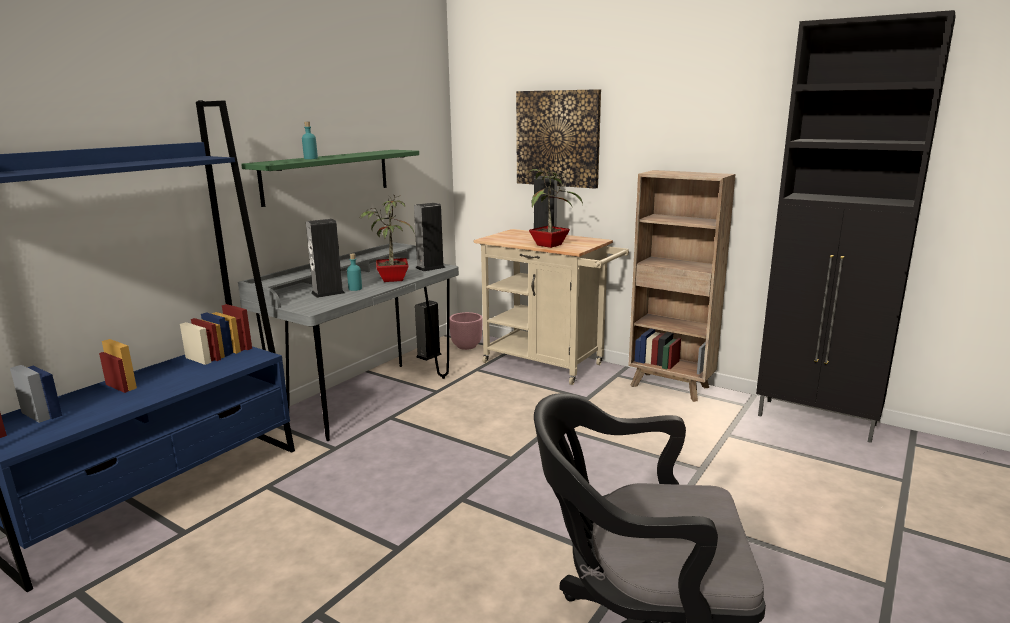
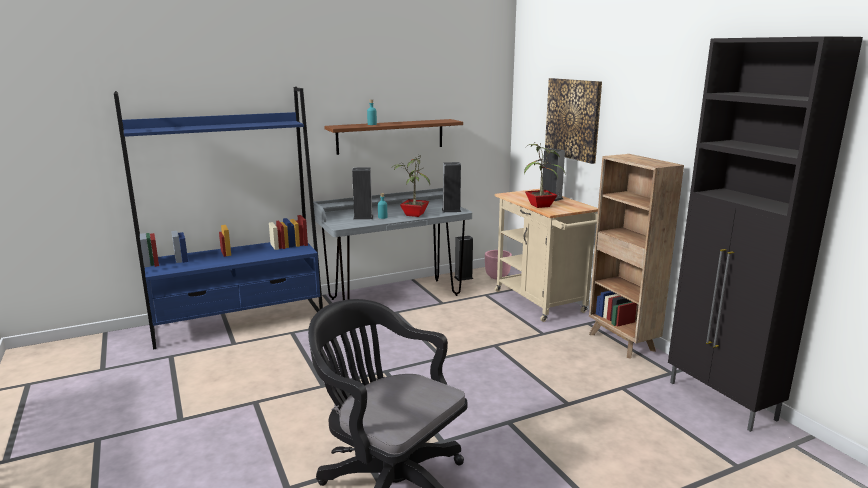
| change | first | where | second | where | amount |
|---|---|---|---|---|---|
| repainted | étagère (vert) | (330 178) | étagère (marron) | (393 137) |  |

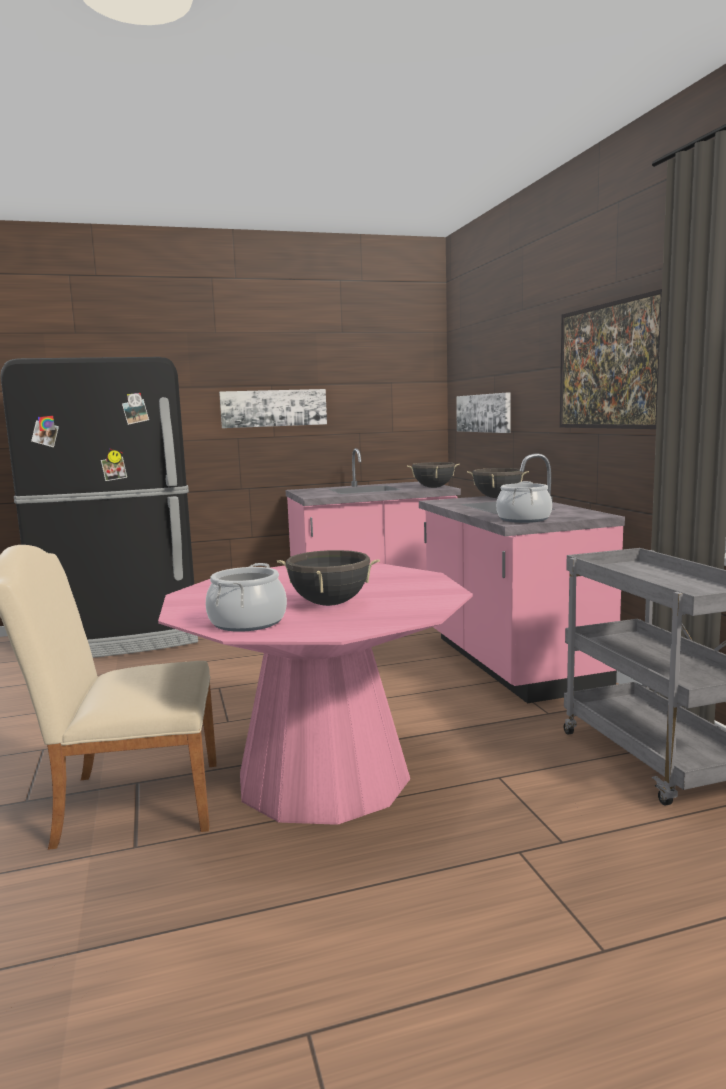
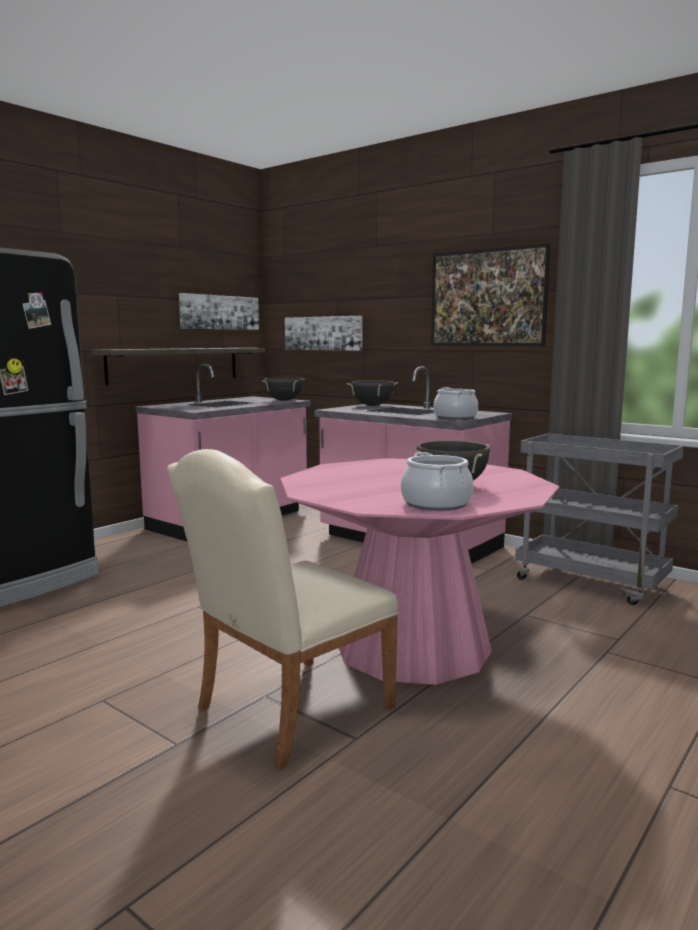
| change | first | where | second | where | amount |
|---|---|---|---|---|---|
| new |  |  | étagère | (178 366) |  |
| shifted | tableau | (273 408) |  | (219 311) |  |

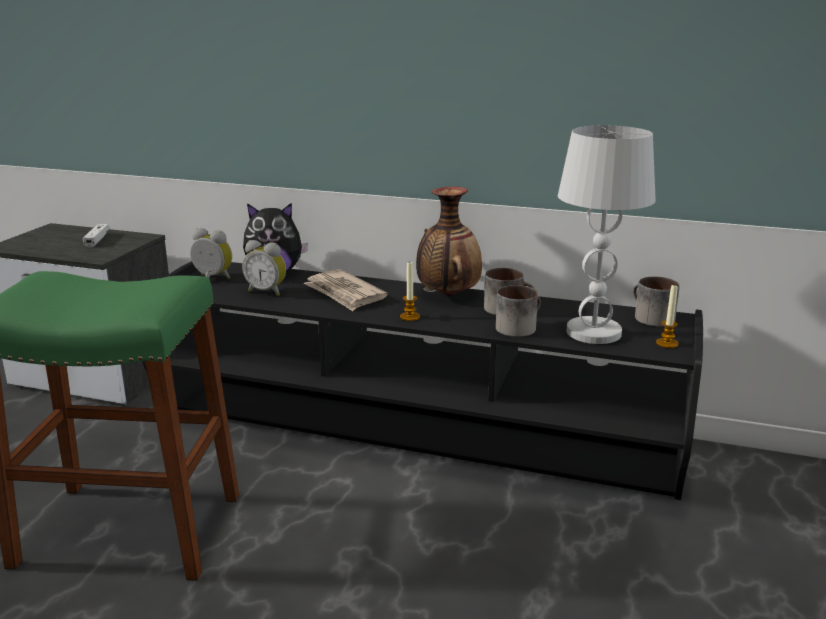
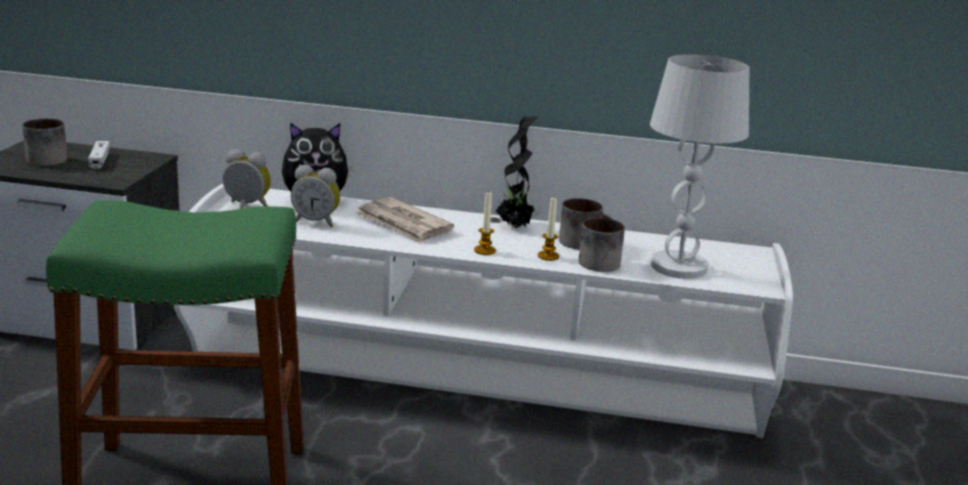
| change | first | where | second | where | amount |
|---|---|---|---|---|---|
| shifted | mug | (656 301) |  | (44 142) |  |
| repainted | meuble télé (noir) | (422 380) | meuble télé (blanc) | (483 311) |  |
| swapped | vase | (449 241) | plante en pot | (516 172) |  |
| shifted | bougie | (667 316) |  | (548 229) |  |

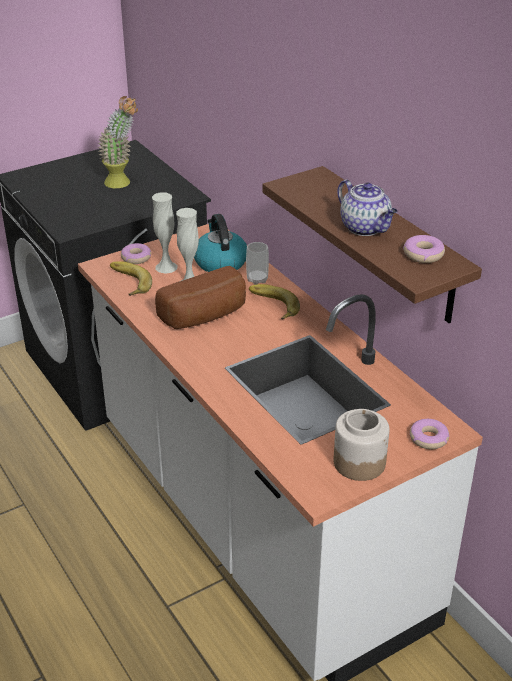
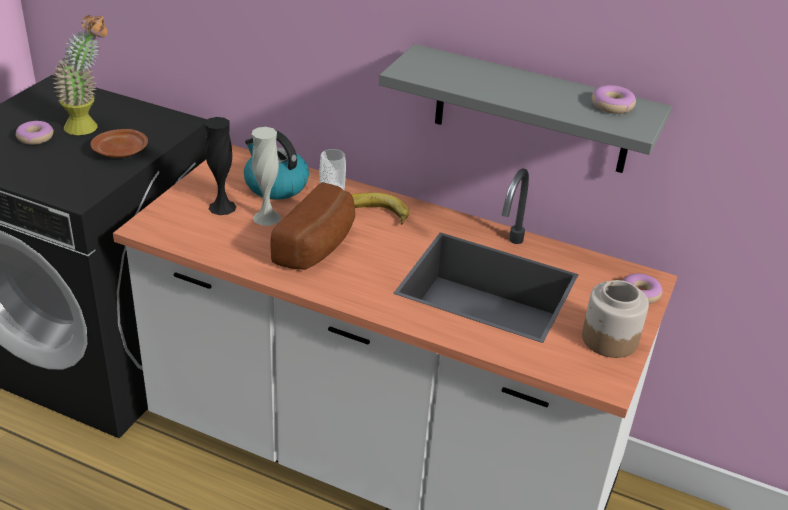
| change | first | where | second | where | amount |
|---|---|---|---|---|---|
| shifted | beignet | (136 253) |  | (35 133) |  |
| new |  |  | assiette (marron) | (119 143) |  |
| repainted | vase (blanc) | (165 233) | vase (noir) | (221 166) |  |
| repainted | étagère (marron) | (372 244) | étagère (gris) | (525 108) |  |
| gone | banane | (131 278) |  |  |  |
| gone | théière | (367 207) |  |  |  |

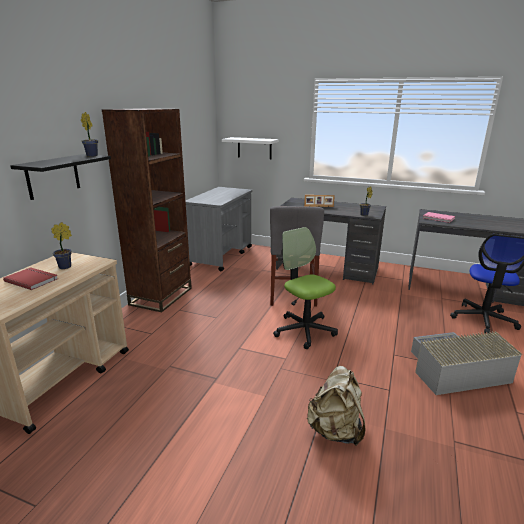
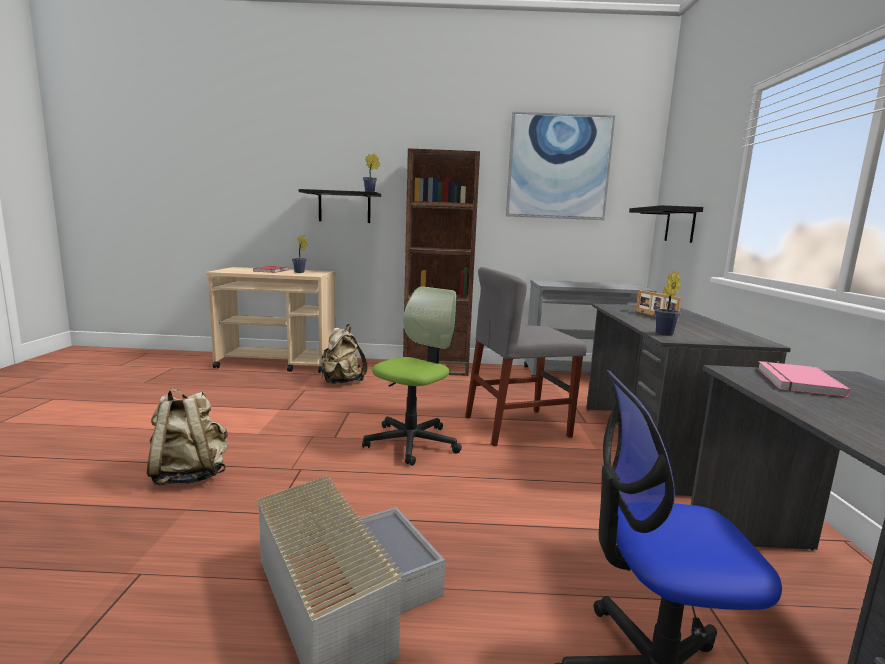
| change | first | where | second | where | amount |
|---|---|---|---|---|---|
| new |  |  | sac à dos (beige) | (344 354) |  |
| new |  |  | tableau | (560 166) |  |
| repainted | étagère (blanc) | (250 148) | étagère (noir) | (666 224) |  |

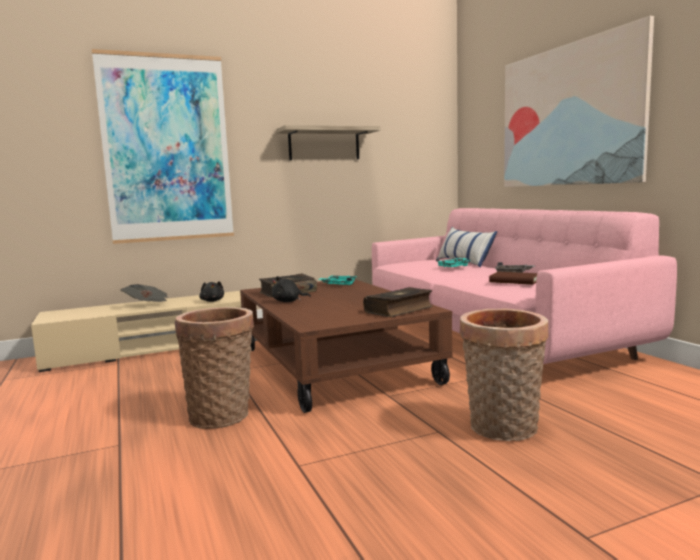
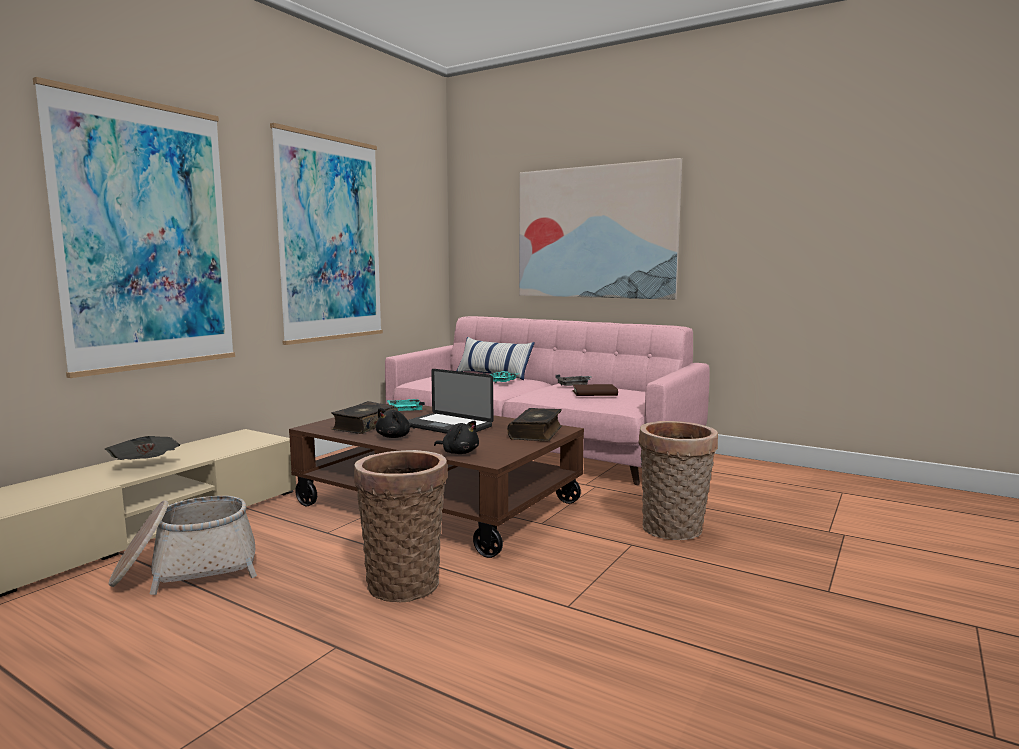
| change | first | where | second | where | amount |
|---|---|---|---|---|---|
| new |  |  | panier | (183 545) |  |
| swapped | étagère | (328 142) | tableau | (326 234) |  |
| new |  |  | ordinateur portable | (450 401) |  |
| shifted | peluche (noir) | (211 291) |  | (456 437) |  |

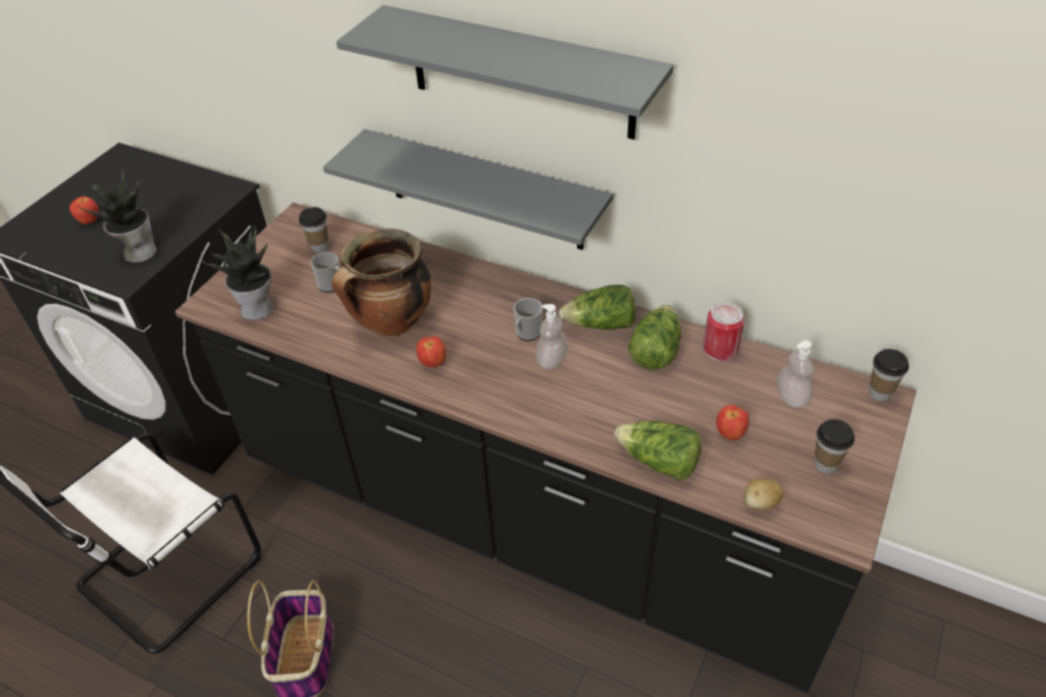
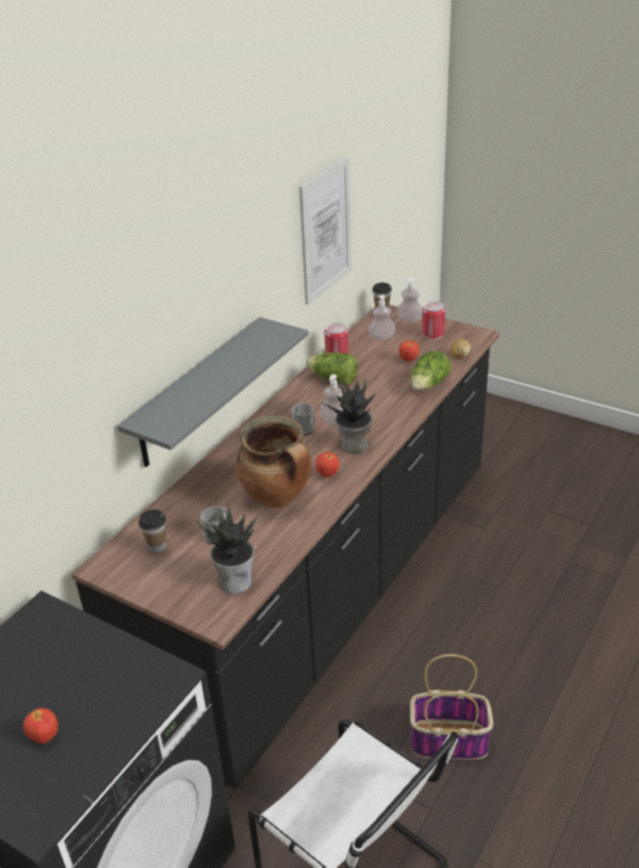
| change | first | where | second | where | amount |
|---|---|---|---|---|---|
| new |  |  | tableau | (325 231) |  |
| shifted | plante en pot | (117 216) |  | (348 415) |  |
| new |  |  | distributeur de savon | (409 300) |  |
| swapped | tasse | (834 446) | boîte métallique | (433 320) |  |
| gone | étagère (gris) | (505 72) |  |  |  |
| gone | laitue | (597 307) |  |  |  |

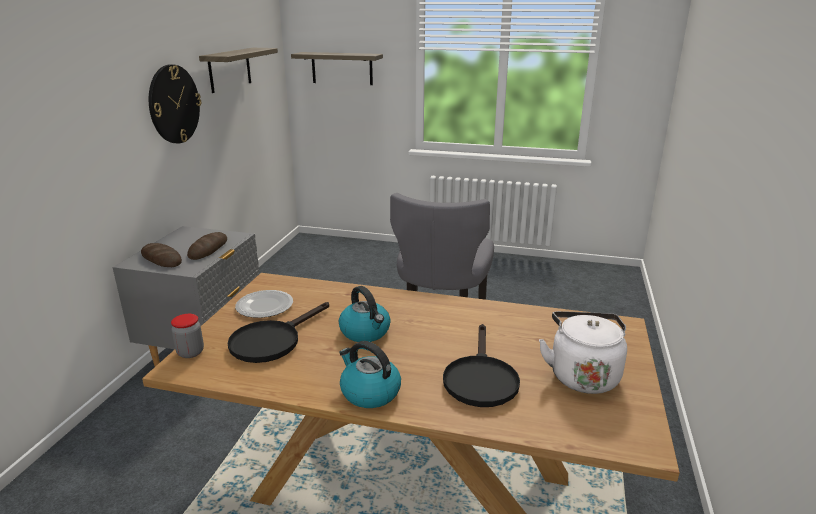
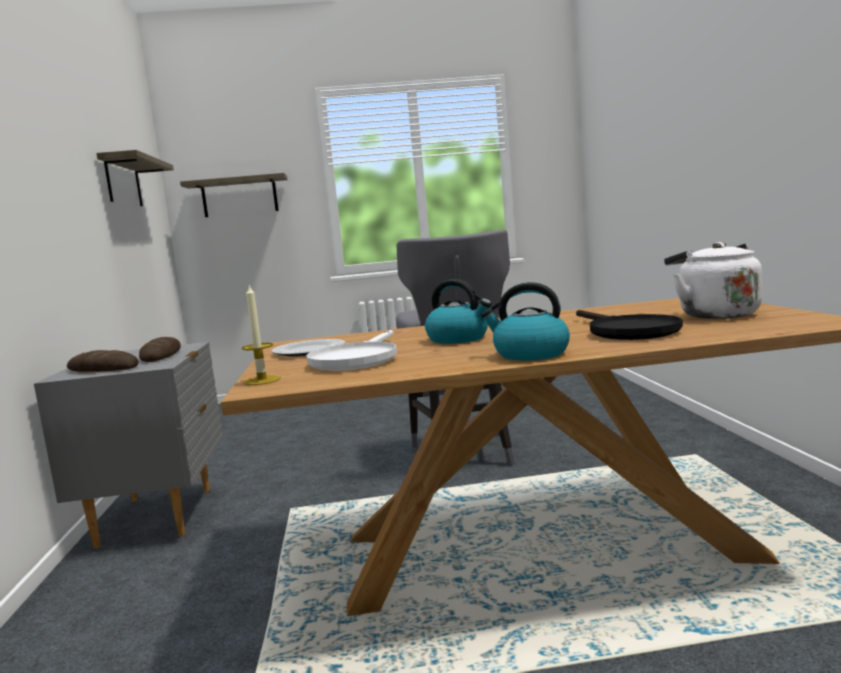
| change | first | where | second | where | amount |
|---|---|---|---|---|---|
| swapped | bocal | (187 336) | bougie | (261 335) |  |
| repainted | poêle (noir) | (278 332) | poêle (blanc) | (352 350) |  |
| gone | horloge murale | (175 103) |  |  |  |

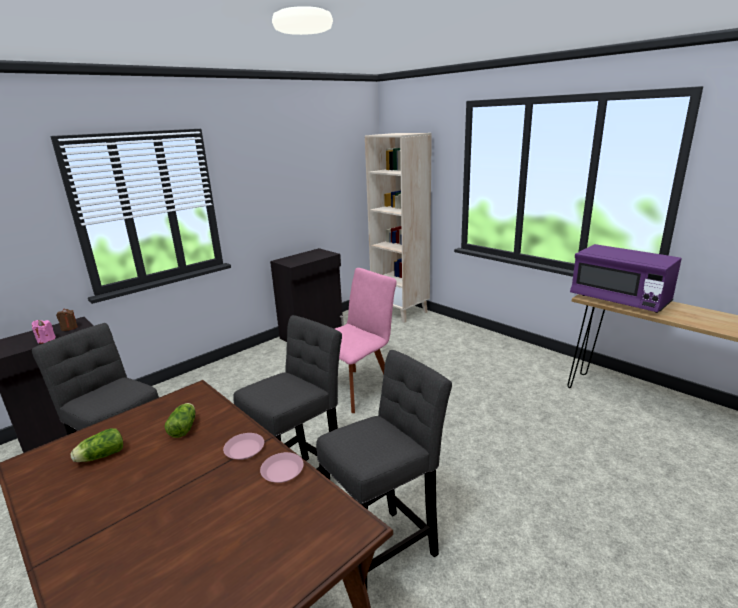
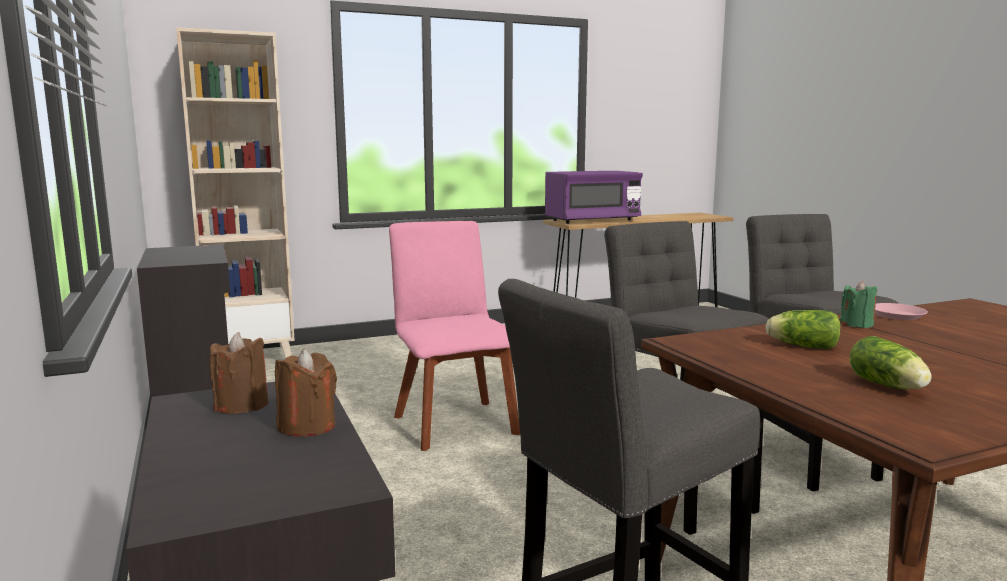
| change | first | where | second | where | amount |
|---|---|---|---|---|---|
| repainted | bougie (rose) | (44 332) | bougie (marron) | (306 393) |  |
| swapped | assiette (rose) | (243 446) | bougie (vert) | (858 304) |  |

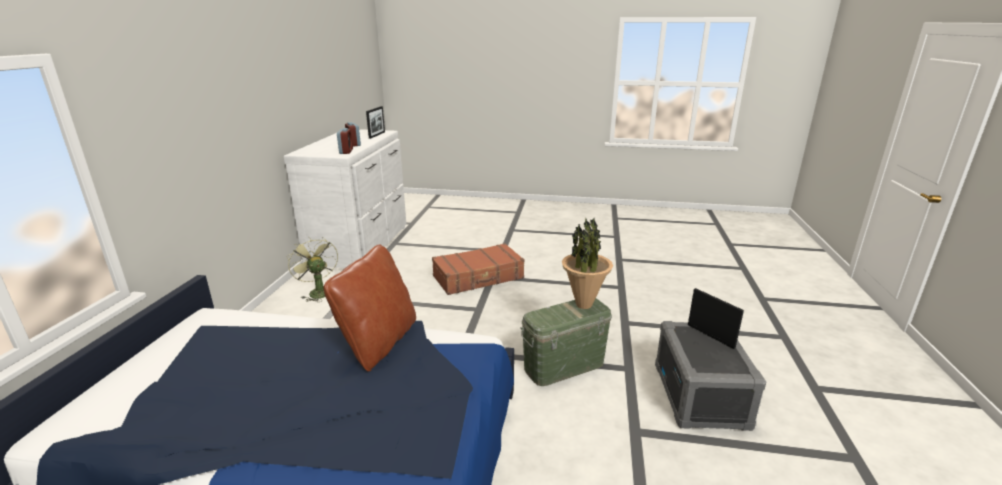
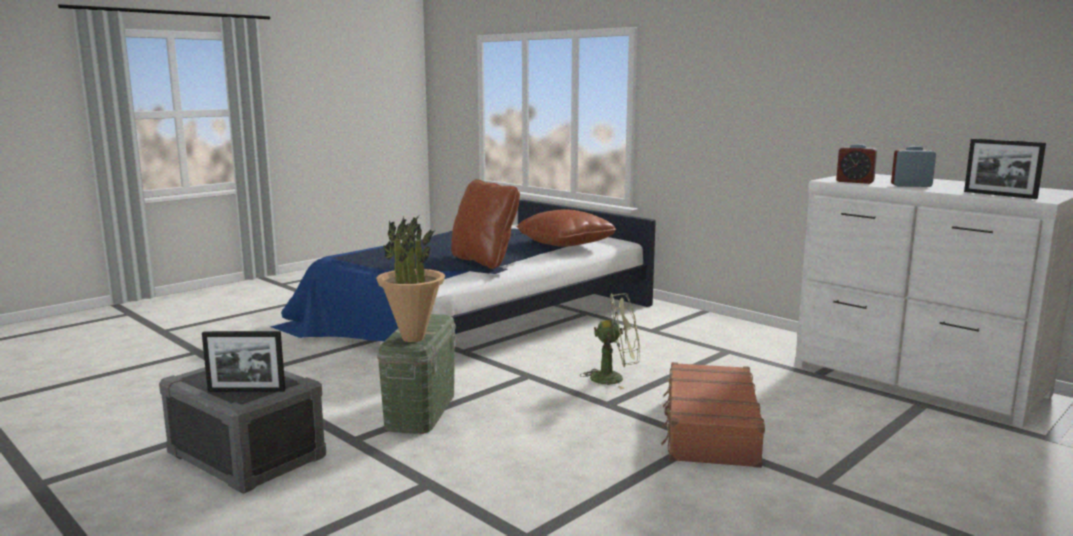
| change | first | where | second | where | amount |
|---|---|---|---|---|---|
| new |  |  | coussin (marron) | (566 228) |  |
| shifted | ventilateur (vert) | (312 269) |  | (610 341) |  |

